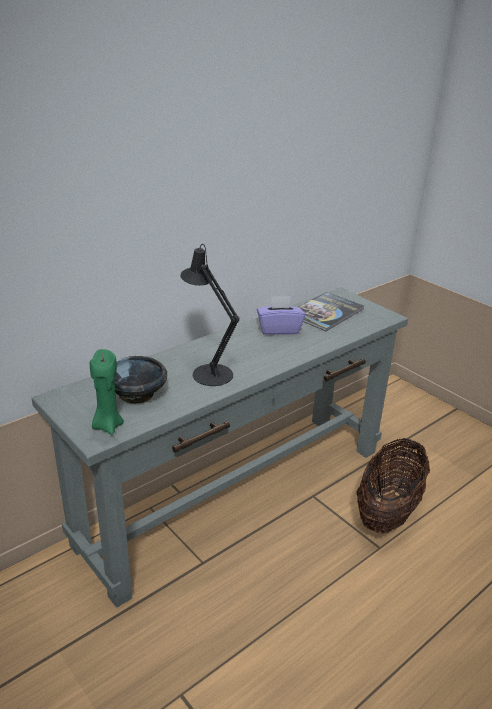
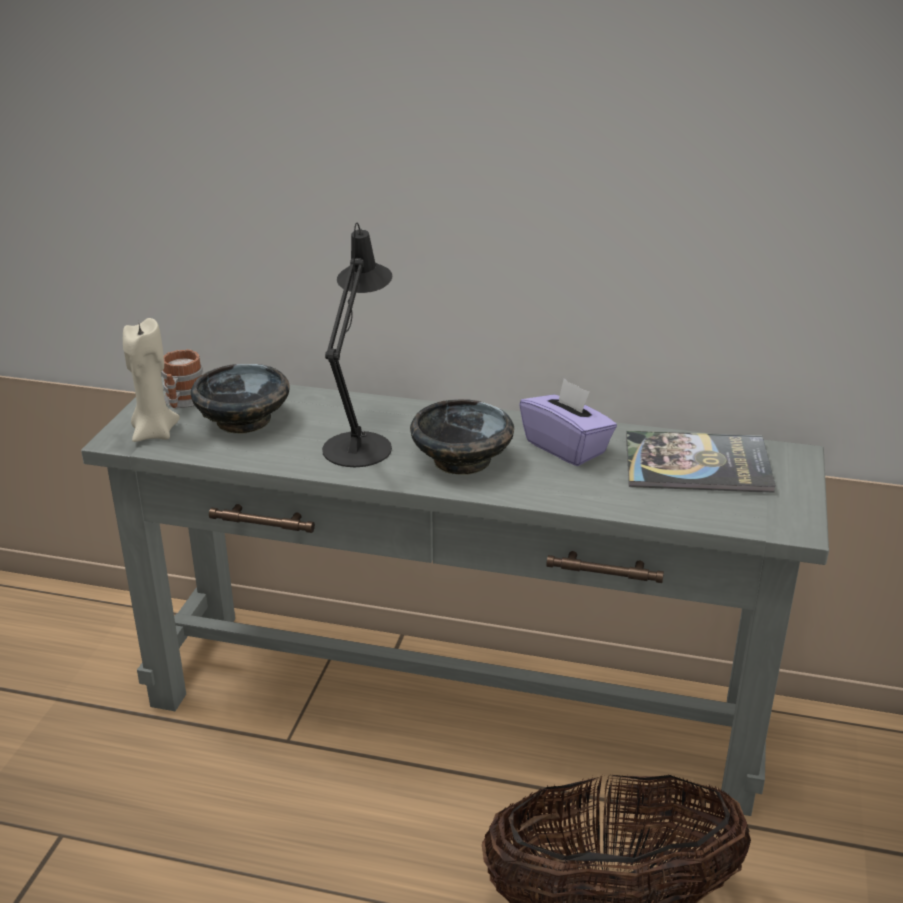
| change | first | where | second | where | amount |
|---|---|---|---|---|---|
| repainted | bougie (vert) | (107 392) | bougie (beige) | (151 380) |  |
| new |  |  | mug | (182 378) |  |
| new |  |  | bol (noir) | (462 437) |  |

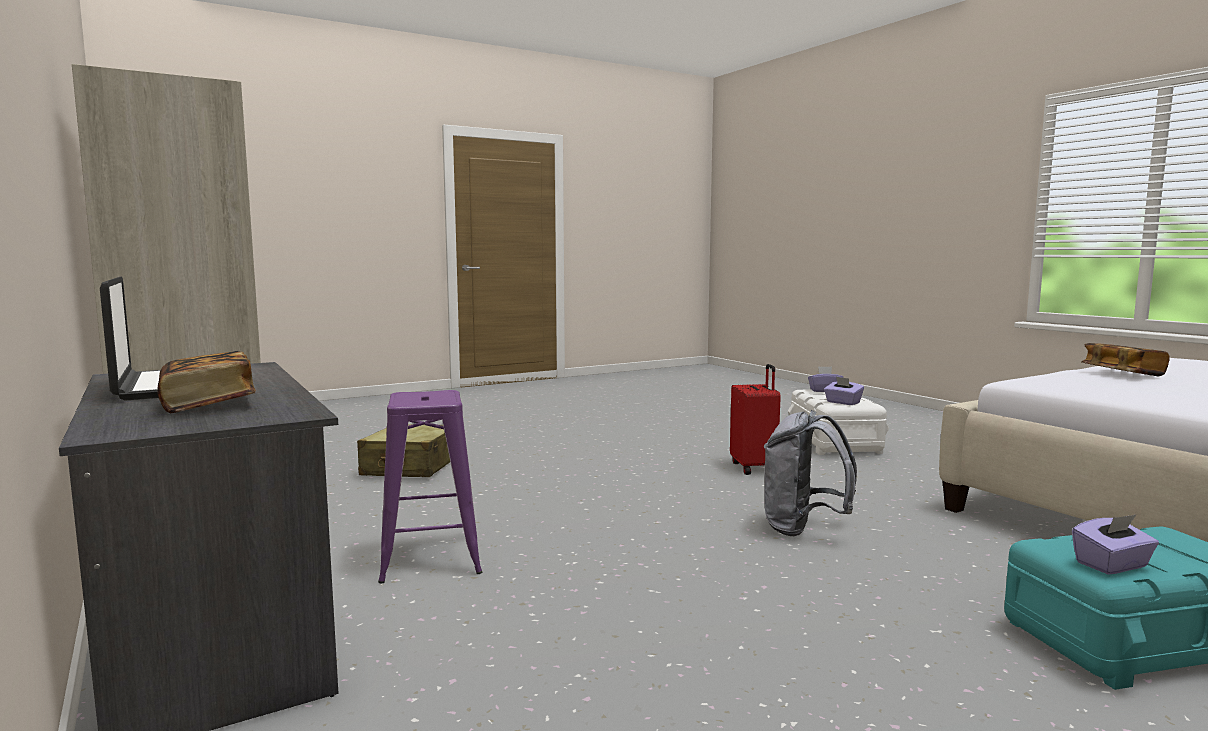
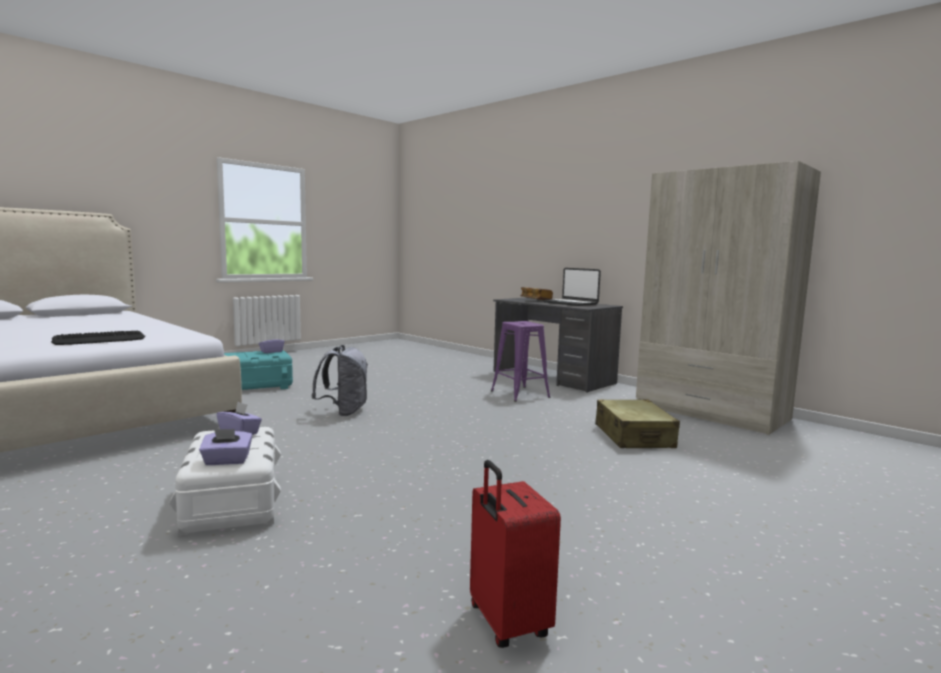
| change | first | where | second | where | amount |
|---|---|---|---|---|---|
| swapped | livre | (1125 359) | clavier | (98 338) |  |
| shifted | valise (rouge) | (755 419) |  | (515 554) |  |

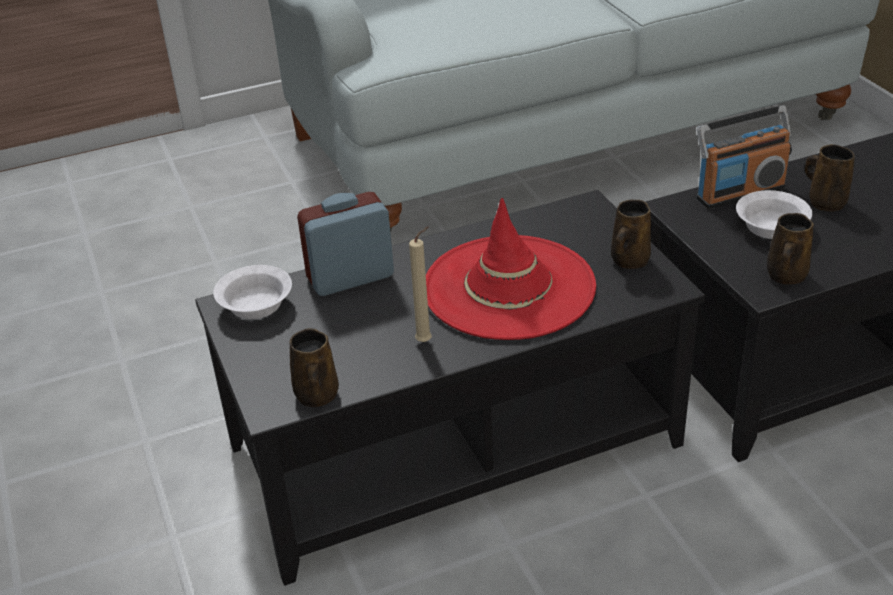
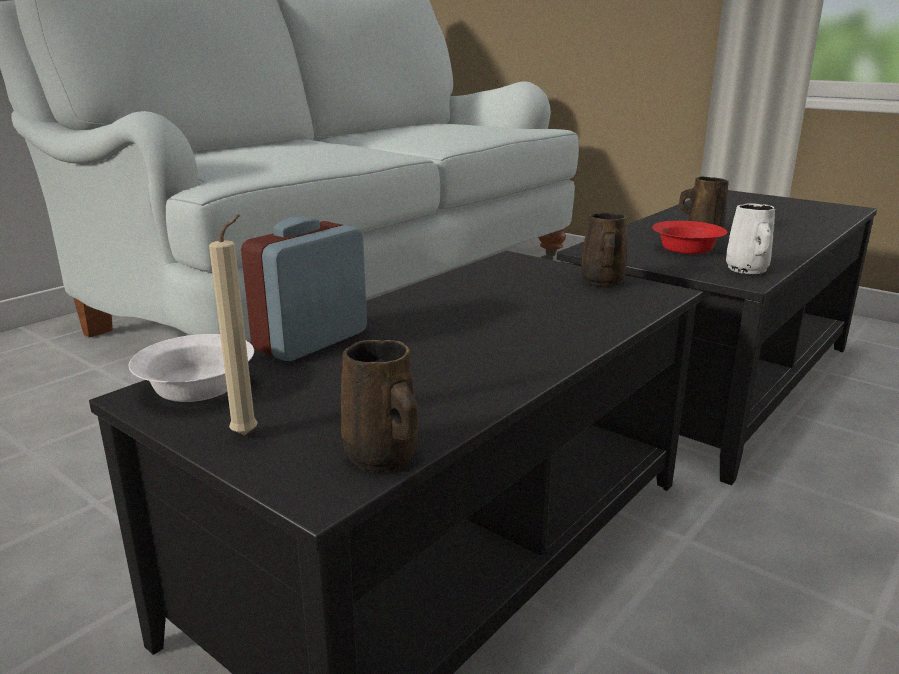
| change | first | where | second | where | amount |
|---|---|---|---|---|---|
| shifted | bougie (beige) | (420 284) |  | (233 325) |  |
| repainted | bol (blanc) | (774 214) | bol (rouge) | (689 237) |  |
| repainted | mug (marron) | (790 249) | mug (blanc) | (751 238) |  |
| gone | chapeau (rouge) | (511 269) |  |  |  |
| gone | radio | (744 157) |  |  |  |

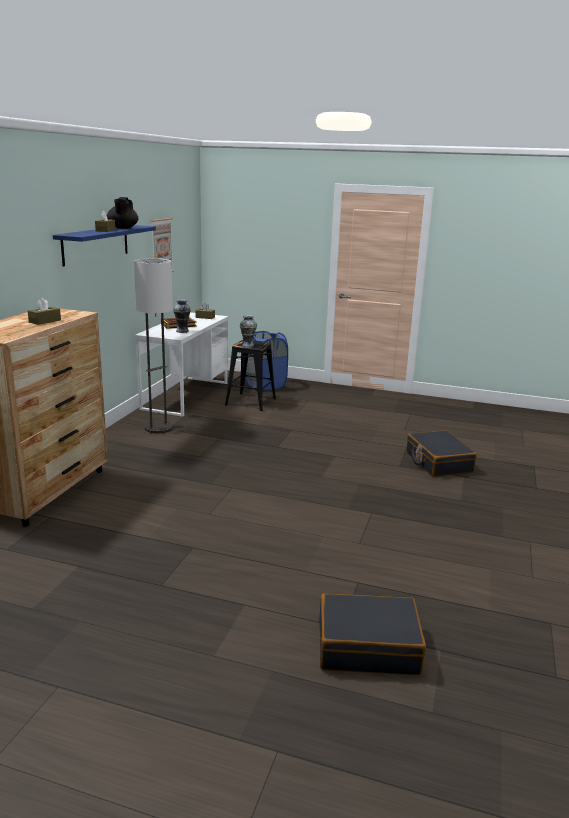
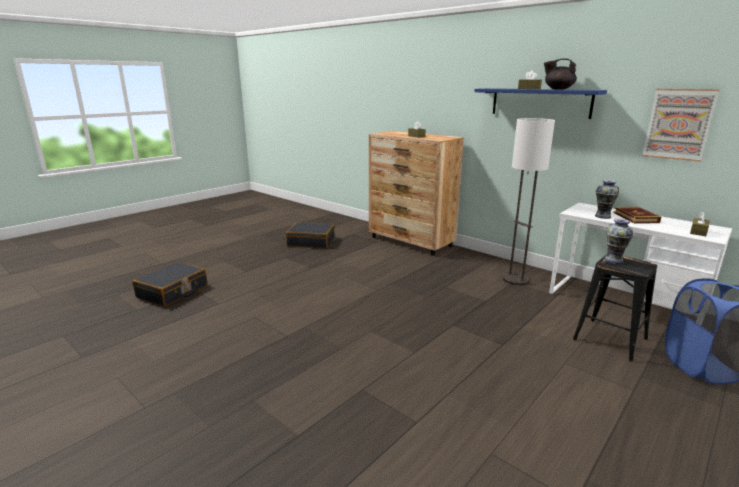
| change | first | where | second | where | amount |
|---|---|---|---|---|---|
| shifted | valise (noir) | (442 453) |  | (310 235) |  |

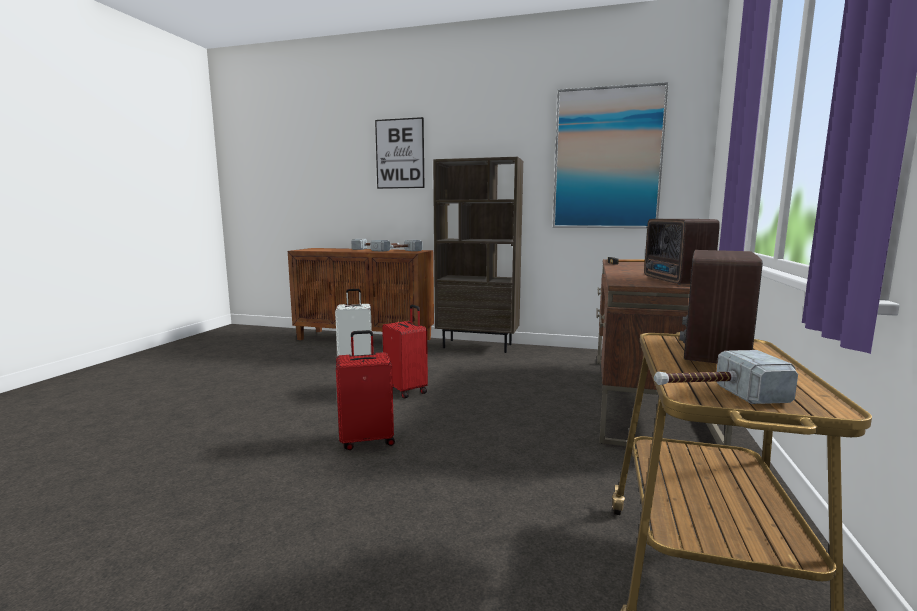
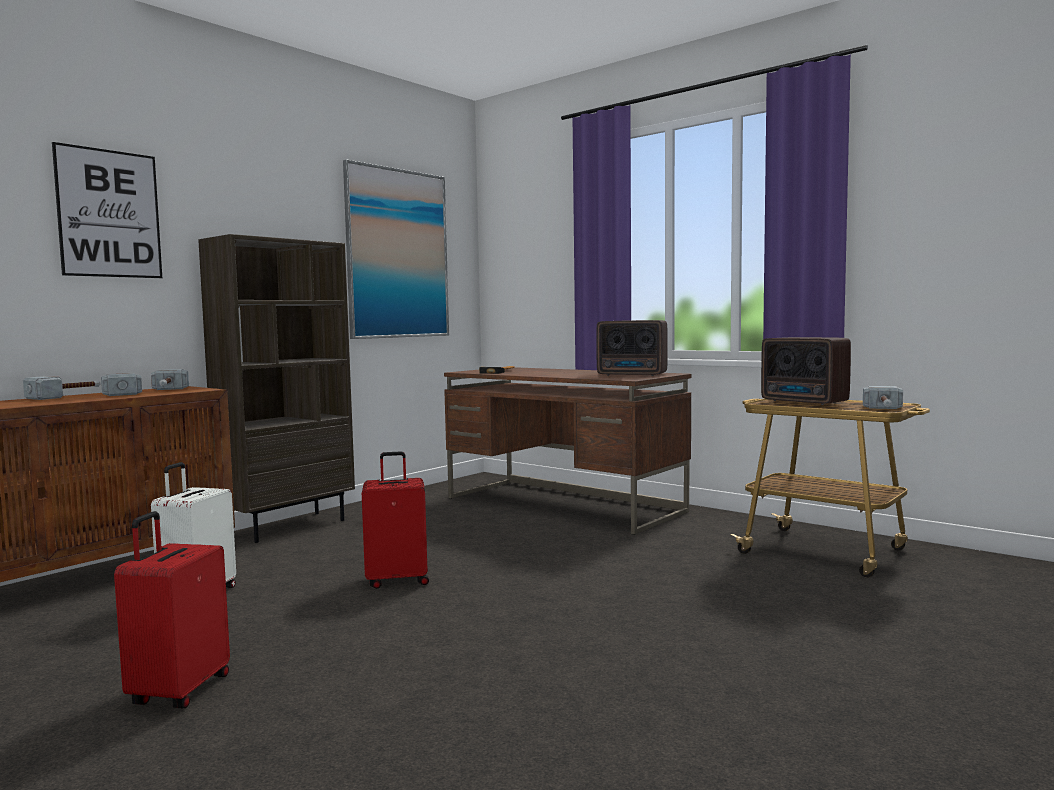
| change | first | where | second | where | amount |
|---|---|---|---|---|---|
| shifted | valise (rouge) | (365 390) |  | (172 609) |  |

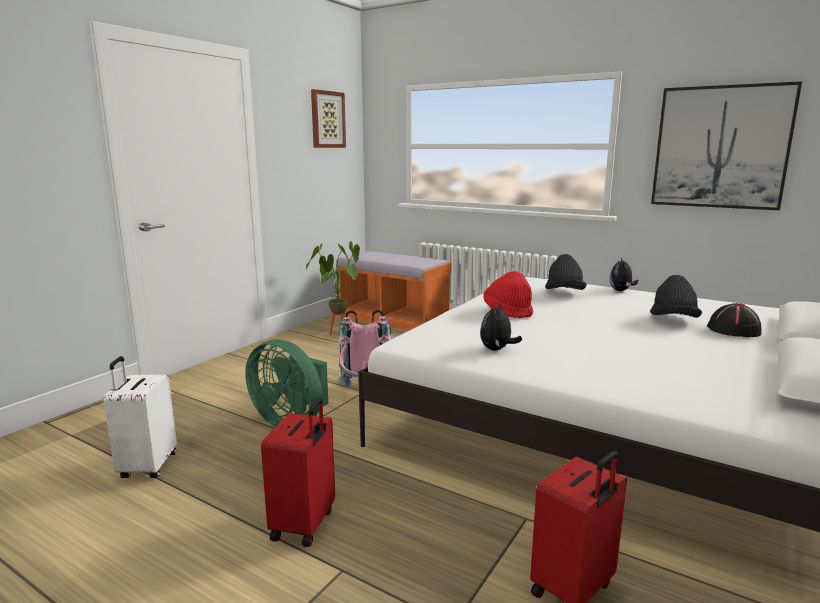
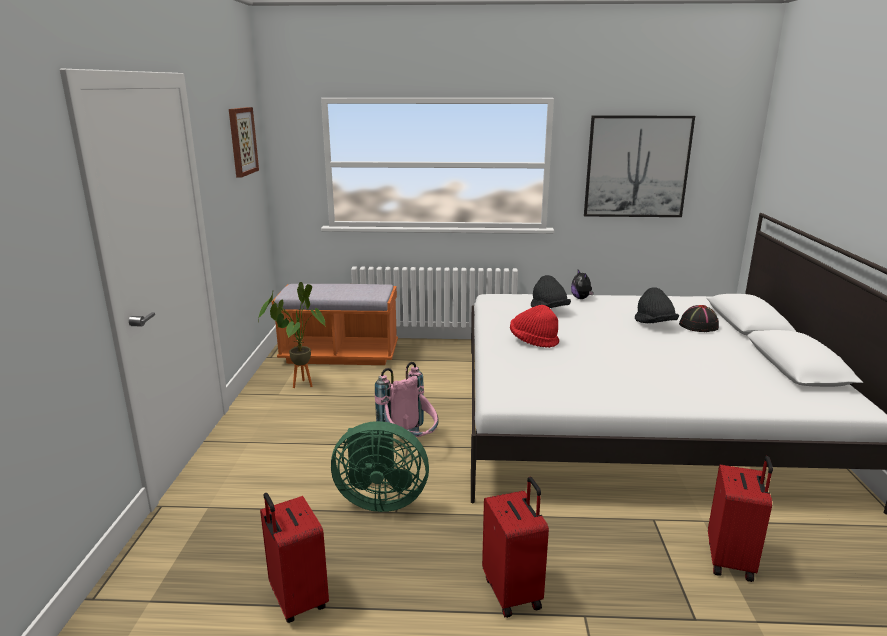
| change | first | where | second | where | amount |
|---|---|---|---|---|---|
| repainted | valise (blanc) | (140 417) | valise (rouge) | (294 558) |  |
| gone | peluche | (501 327) |  |  |  |

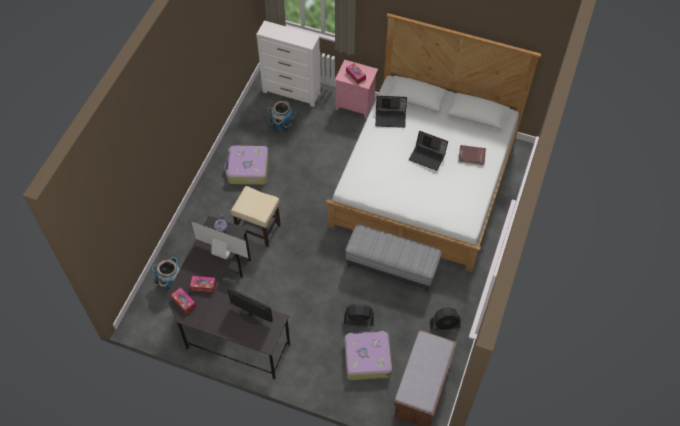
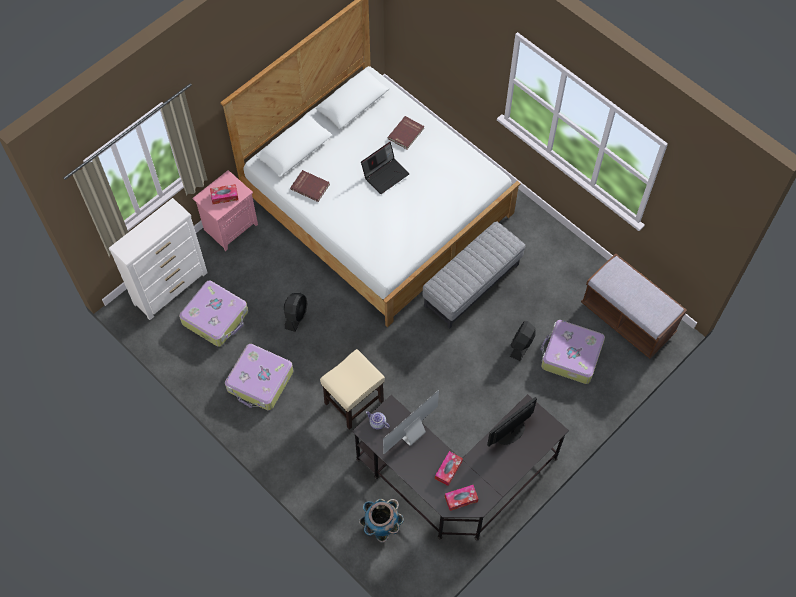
| change | first | where | second | where | amount |
|---|---|---|---|---|---|
| swapped | cache-pot | (282 116) | valise | (213 314) |  |
| shifted | ventilateur (noir) | (445 319) |  | (296 312) |  |
| swapped | ordinateur portable | (391 112) | livre (rouge) | (310 186) |  |

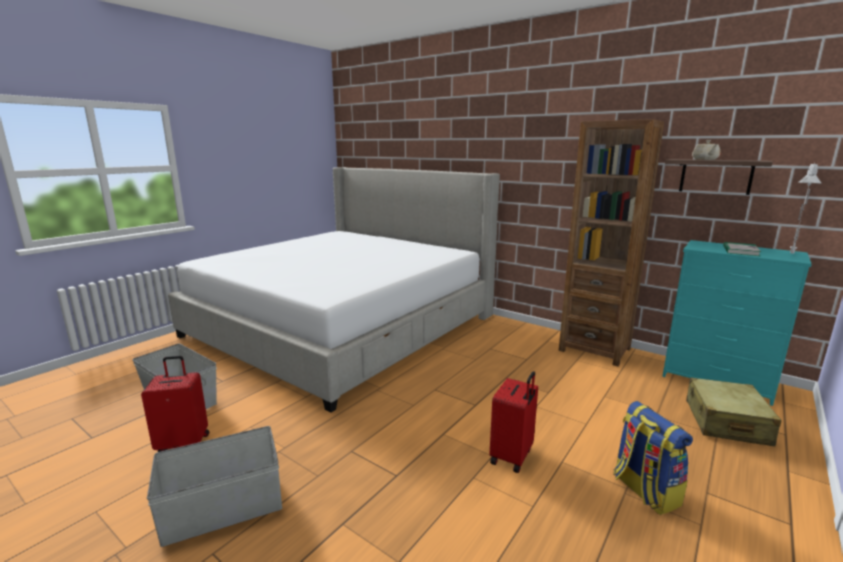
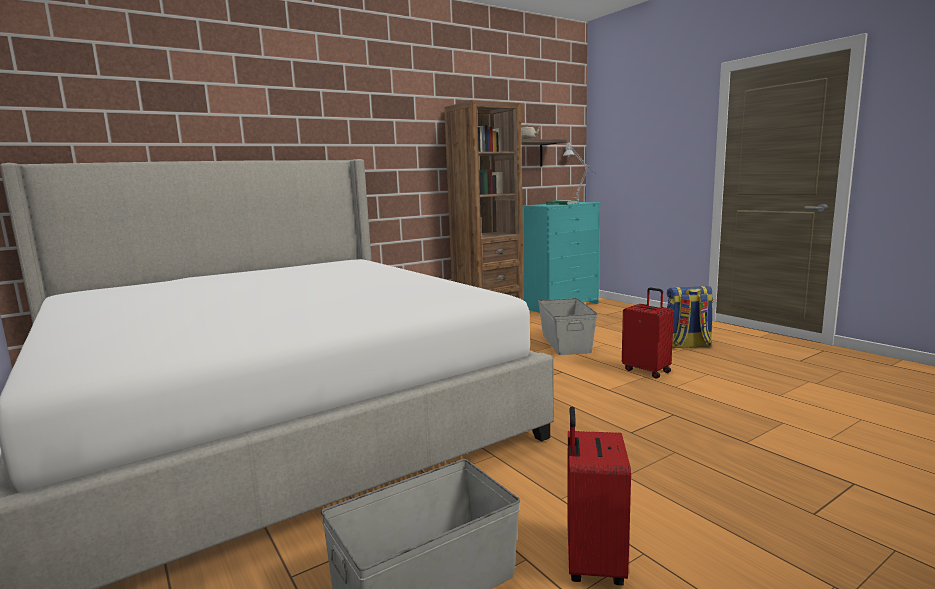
| change | first | where | second | where | amount |
|---|---|---|---|---|---|
| shifted | boîte de rangement (gris) | (214 486) |  | (567 326) |  |
| gone | valise (beige) | (734 411) |  |  |  |

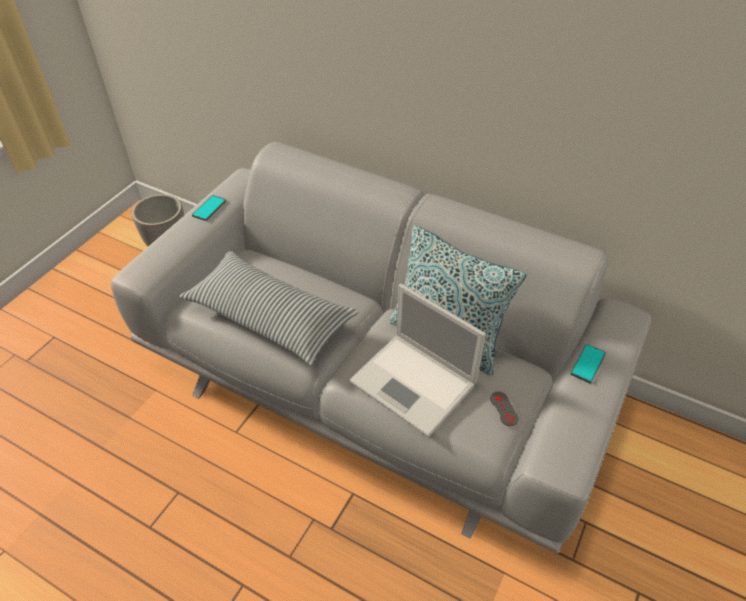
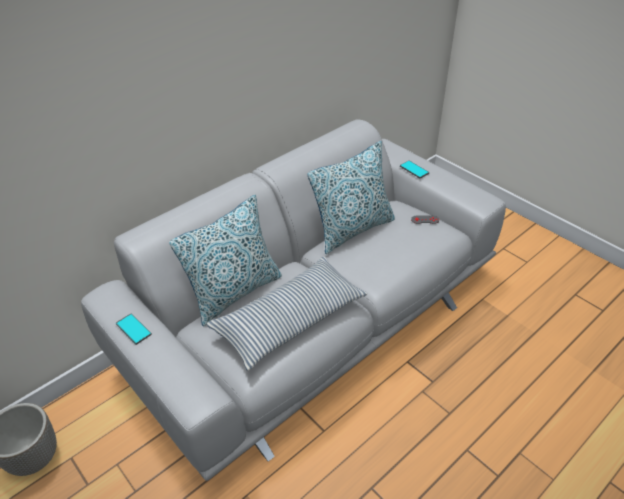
| change | first | where | second | where | amount |
|---|---|---|---|---|---|
| new |  |  | coussin | (225 260) |  |
| gone | ordinateur portable | (417 360) |  |  |  |

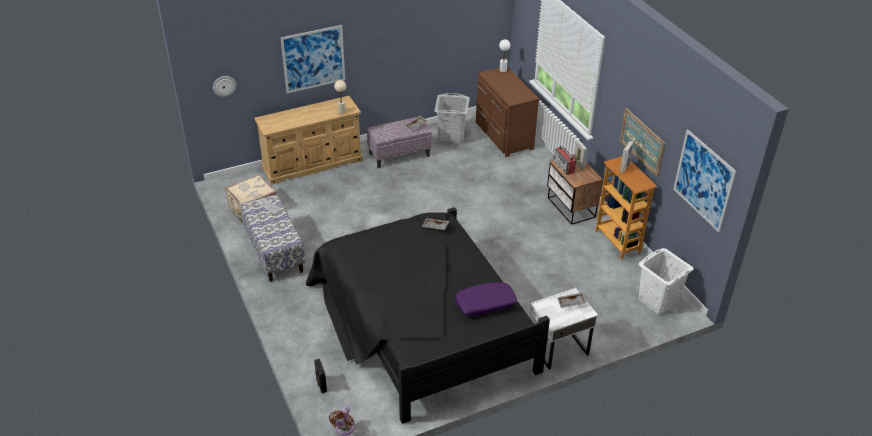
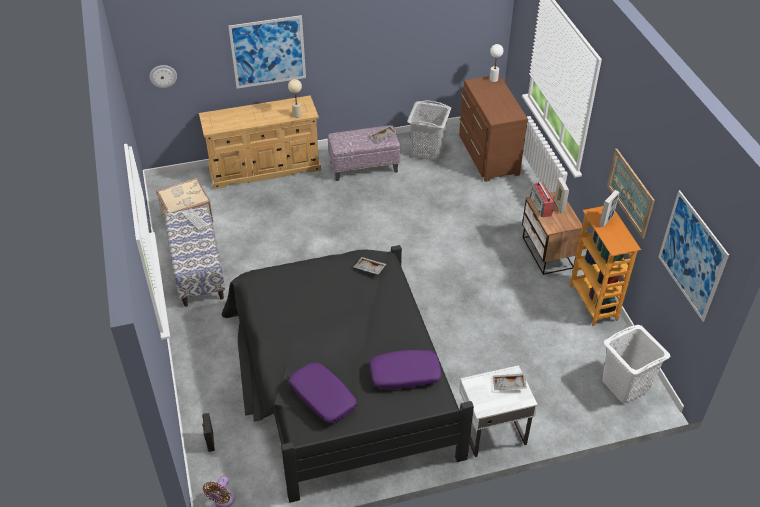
| change | first | where | second | where | amount |
|---|---|---|---|---|---|
| new |  |  | coussin (violet) | (323 393) |  |

